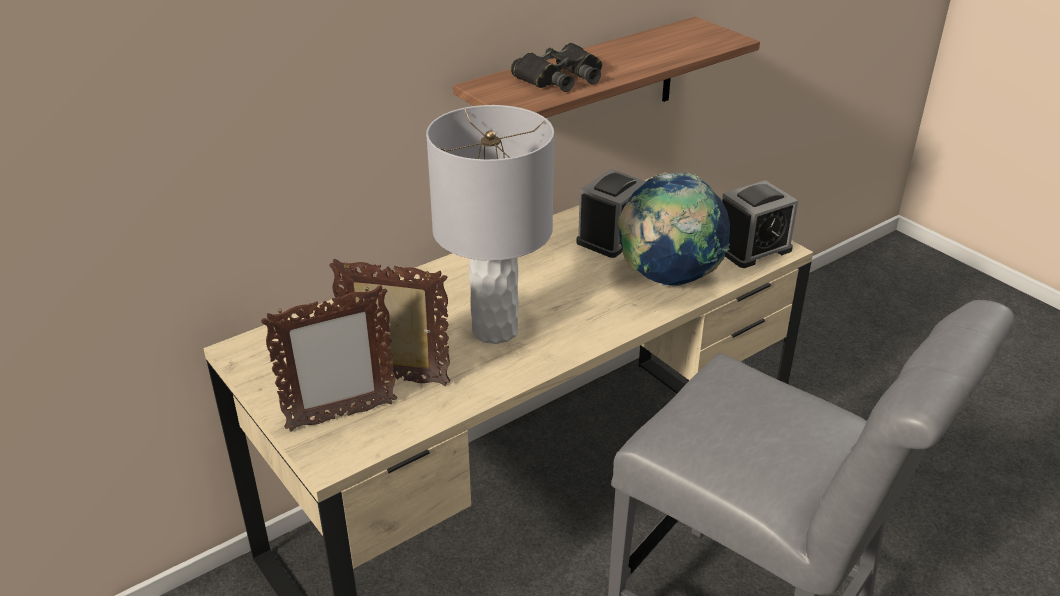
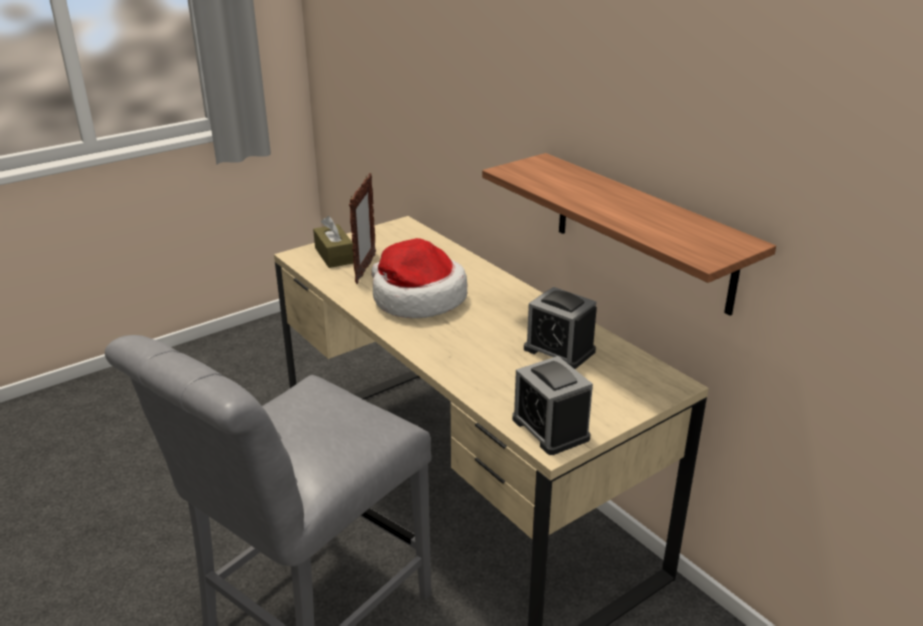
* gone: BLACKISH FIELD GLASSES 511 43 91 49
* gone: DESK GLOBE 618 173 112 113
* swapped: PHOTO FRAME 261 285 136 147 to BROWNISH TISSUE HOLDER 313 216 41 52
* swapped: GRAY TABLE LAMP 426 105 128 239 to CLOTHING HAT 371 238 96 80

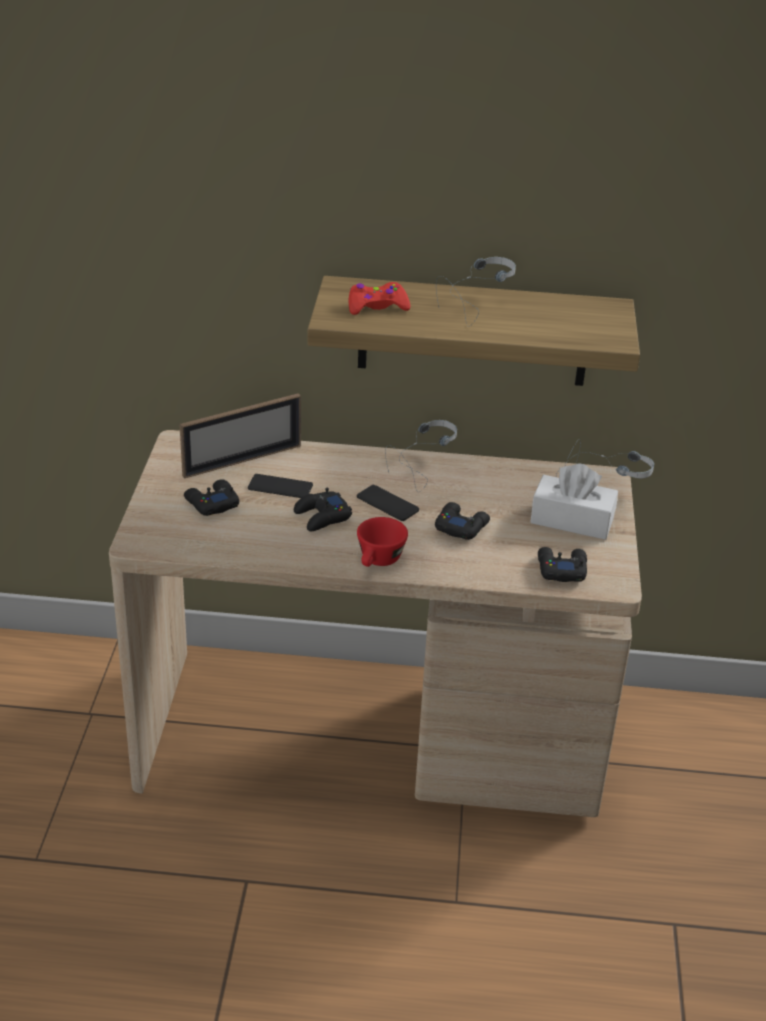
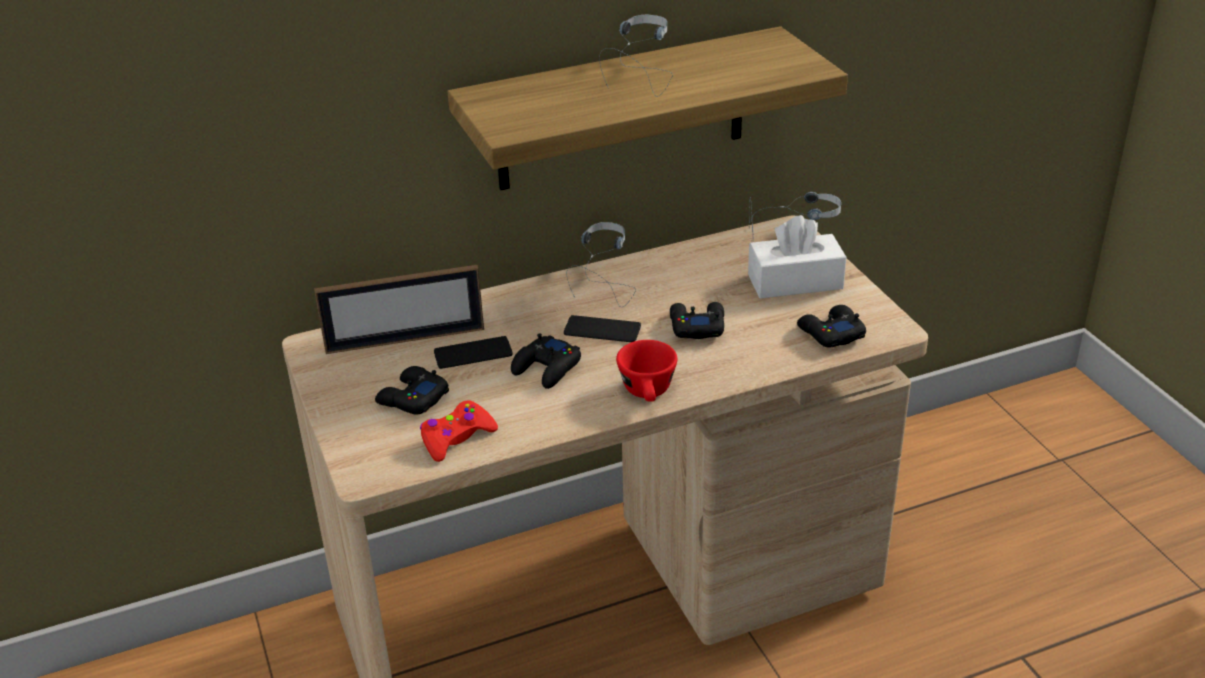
* shifted: REDDISH JOYPAD 349 282 61 33 to 420 400 78 62
* rotated: PHOTO FRAME 179 393 122 86 = 314 265 170 89 45 degrees clockwise

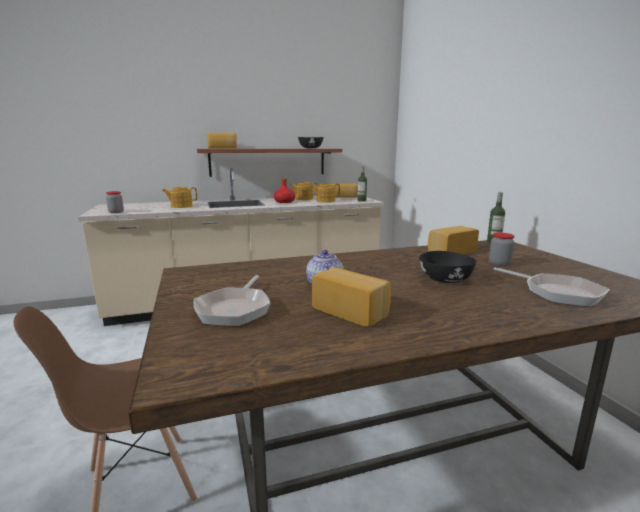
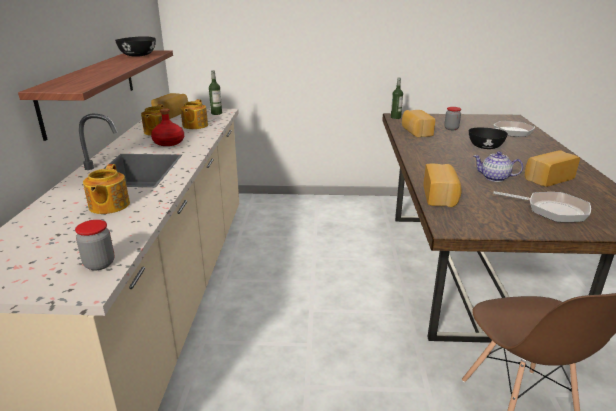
* shifted: BREAD 207 133 30 16 to 423 164 39 43

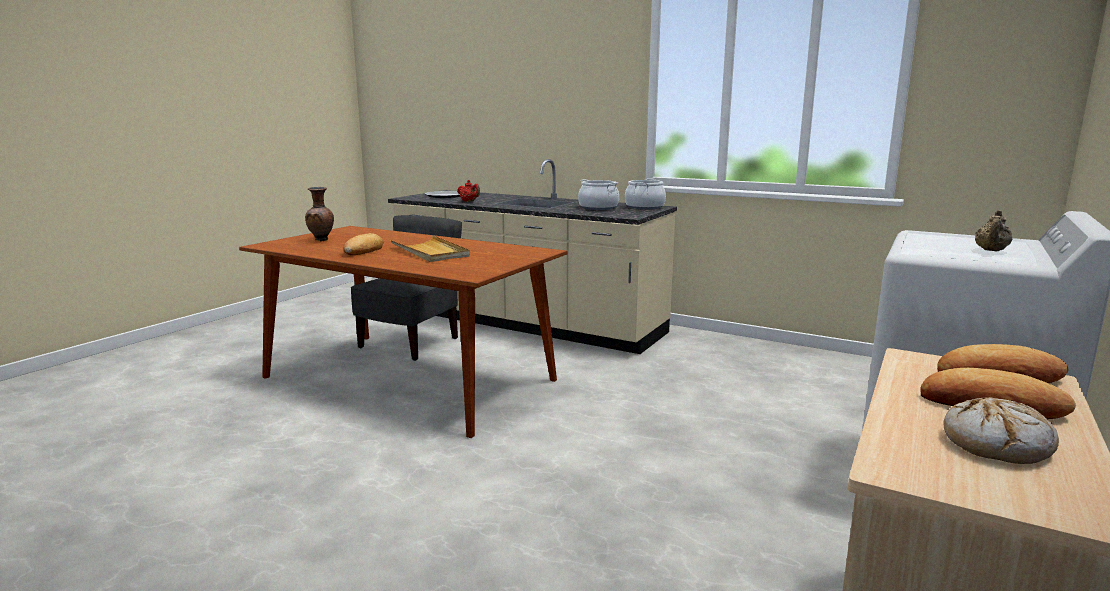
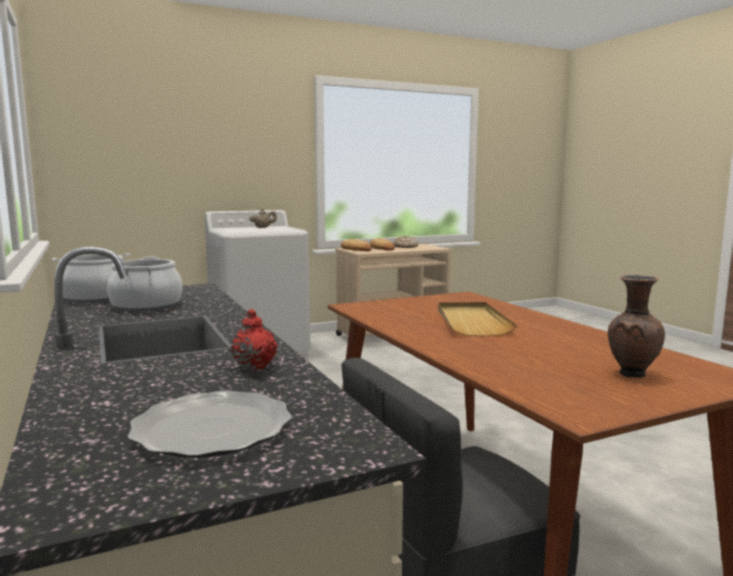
* gone: BREAD 343 233 41 22

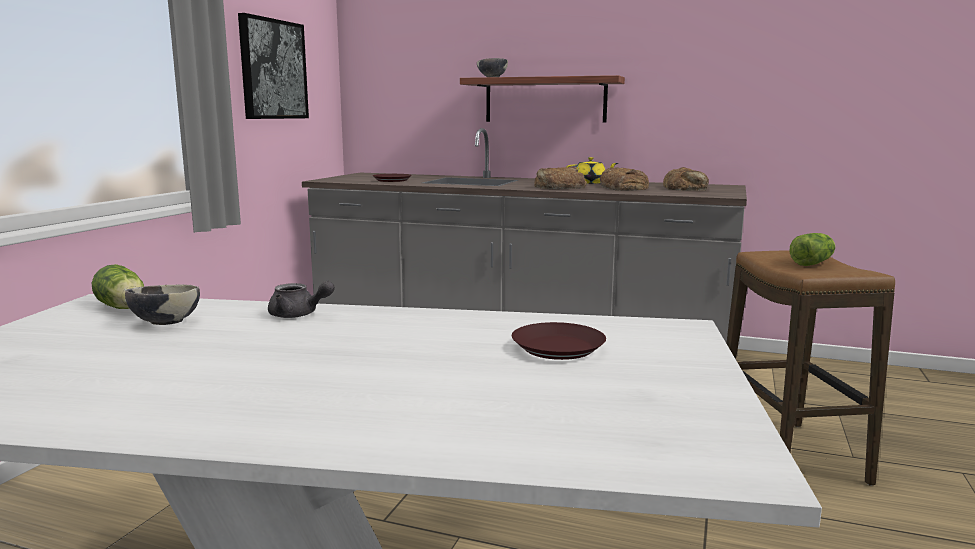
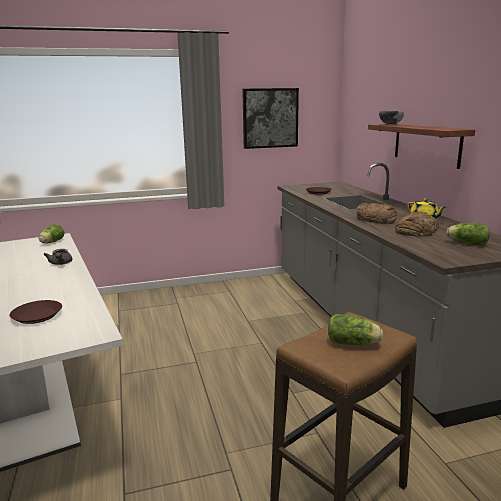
* gone: SERVING BOWL 125 284 75 41
* swapped: BREAD 663 167 46 24 to HEAD OF LETTUCE 446 223 43 23

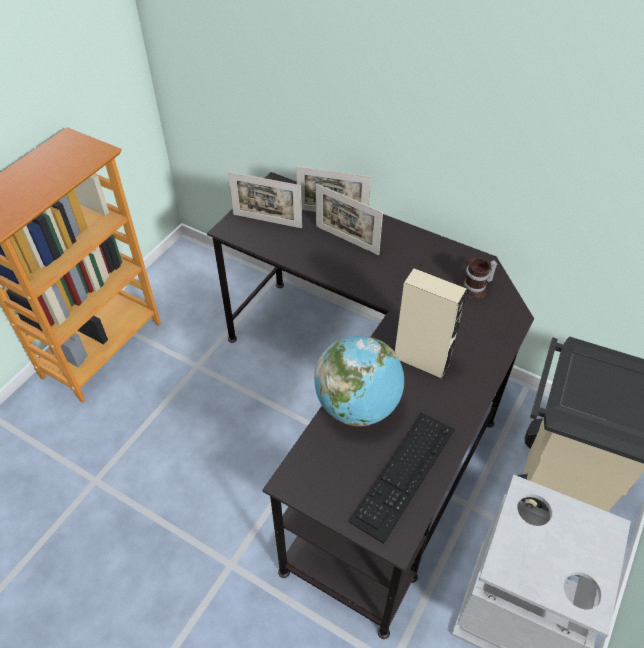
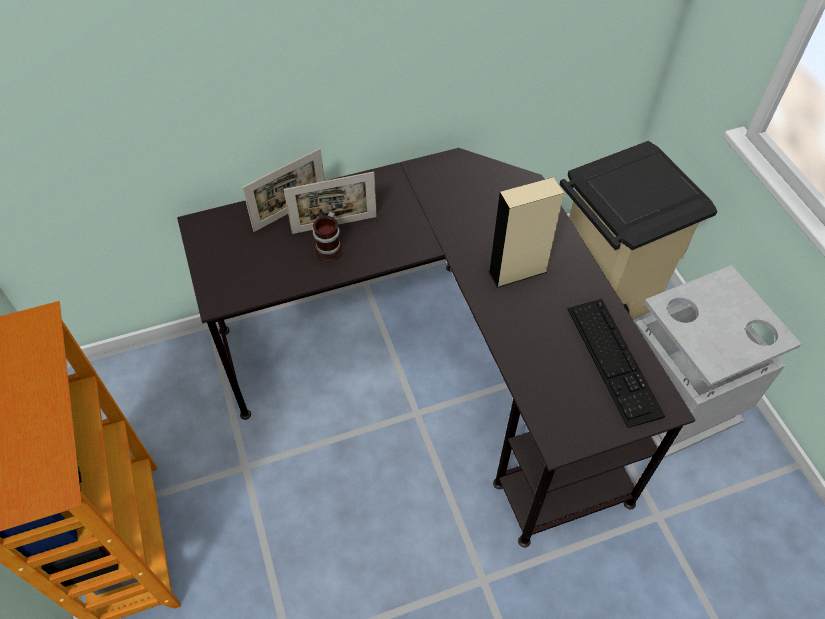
* gone: PHOTO FRAME 228 172 74 56
* gone: DESK GLOBE 314 336 90 90
* shifted: TEA MUG 461 257 36 42 to 313 212 30 50

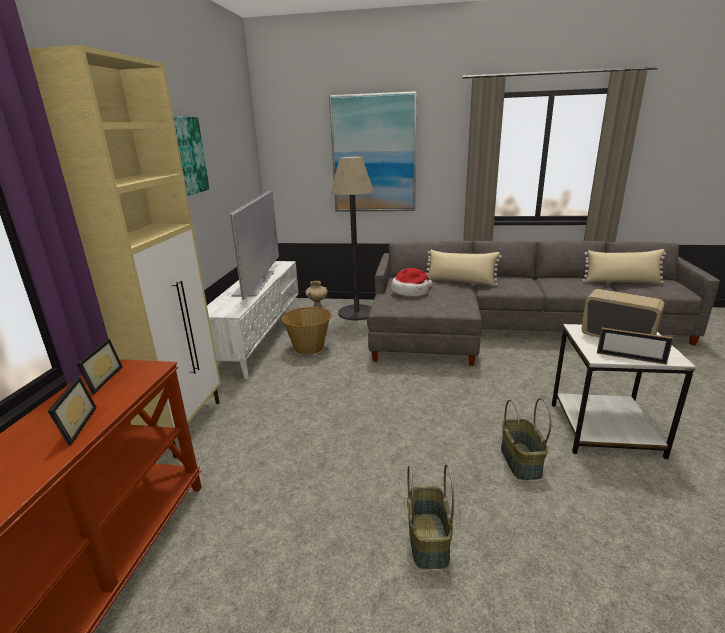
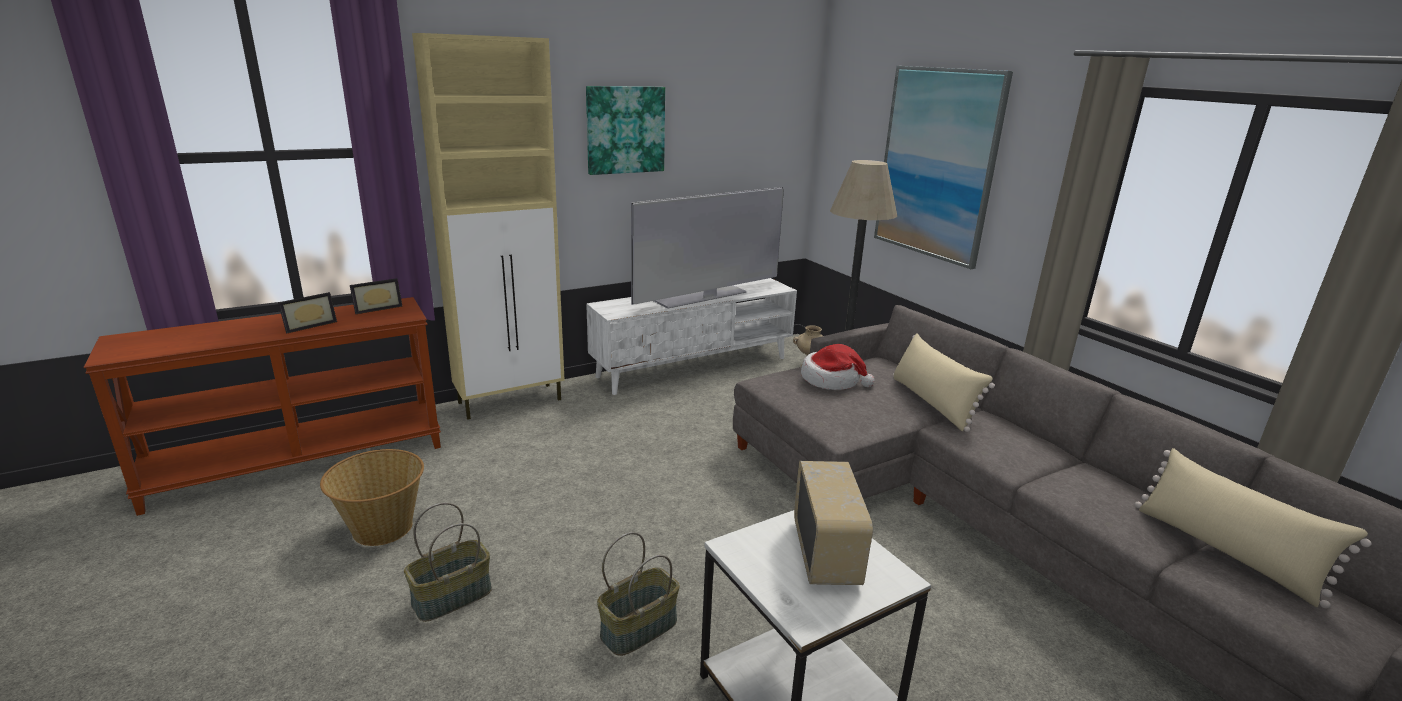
* gone: PHOTO FRAME 597 328 76 37
* shifted: HOUSEHOLD BASKET 282 307 50 48 to 320 449 104 97

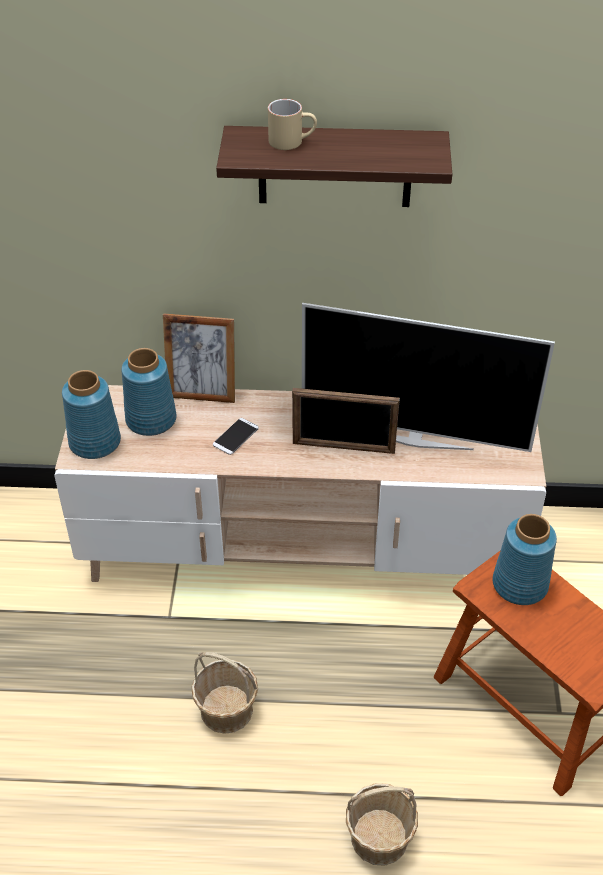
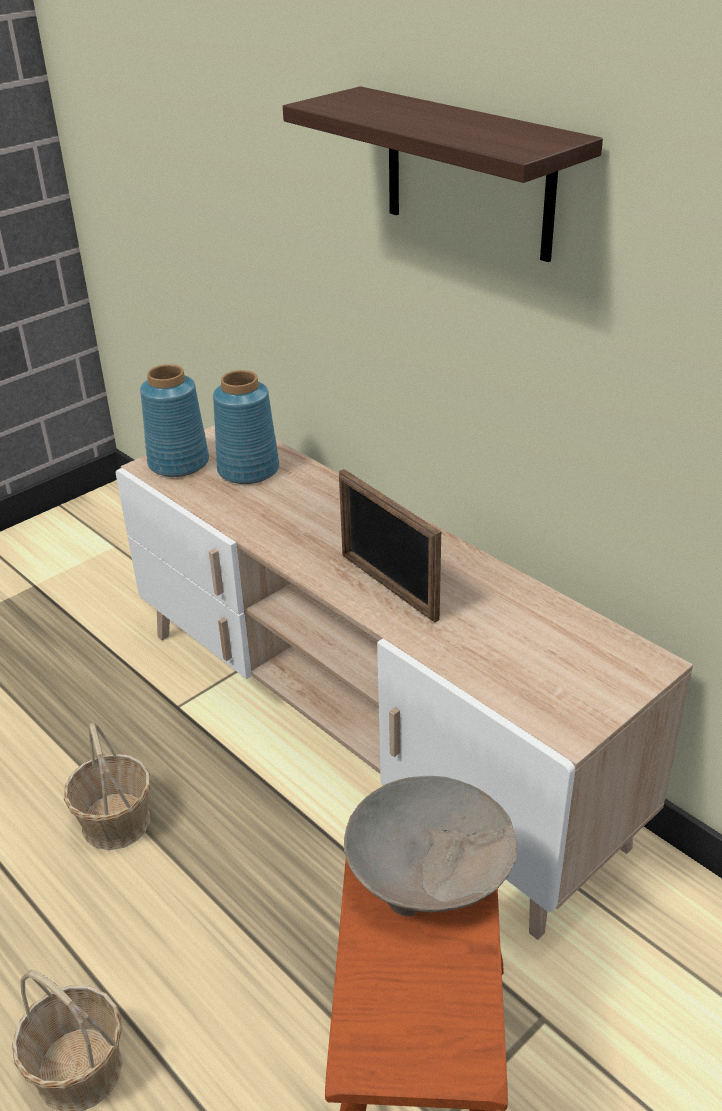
* gone: PHOTO FRAME 163 313 72 90
* gone: HANDSET 213 418 46 37
* gone: SAND-COLOURED TEA MUG 268 99 49 51
* gone: TV SET 302 303 253 149
* swapped: BLUE VASE 493 514 64 91 to SAND-COLOURED SERVING BOWL 344 776 173 140

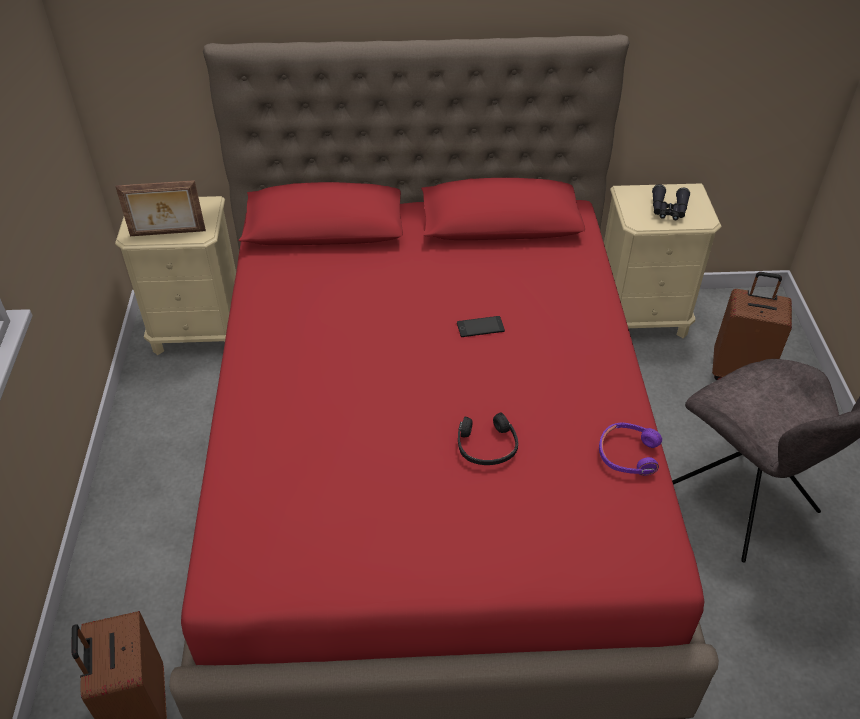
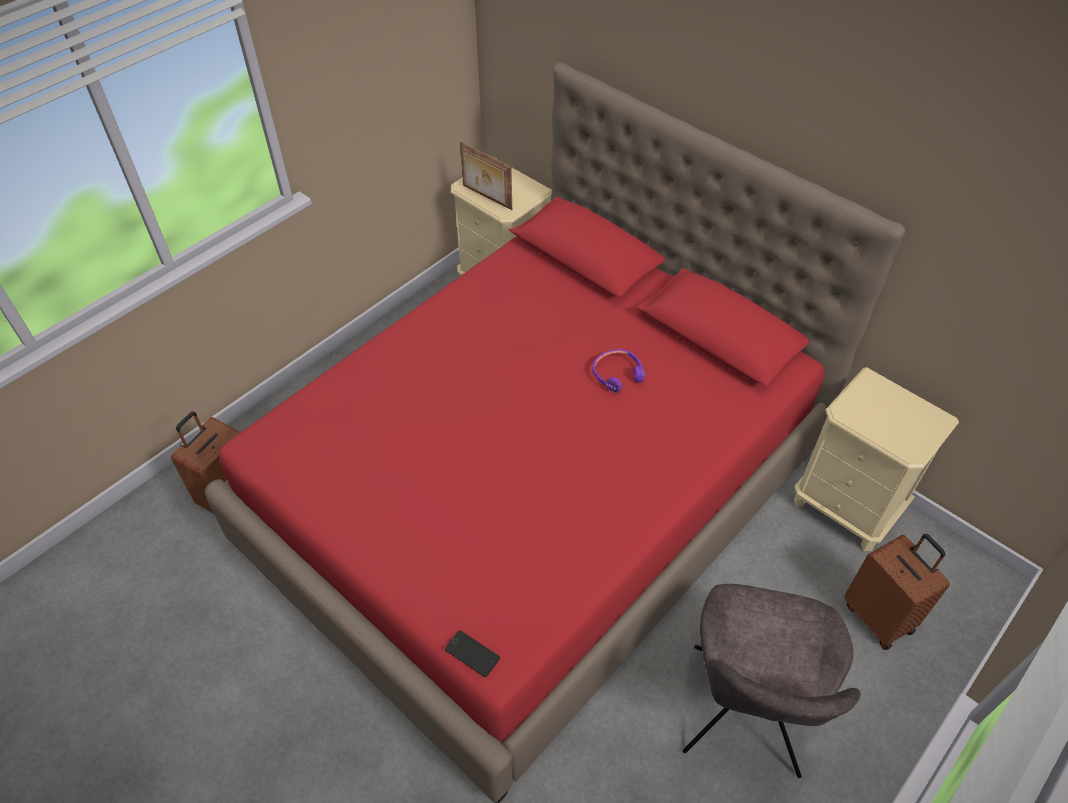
* gone: BLACKISH HEADPHONES 458 412 60 53
* gone: BLACKISH FIELD GLASSES 652 184 38 36
* shifted: HANDSET 457 316 48 21 to 445 630 55 47
* shifted: PURPLE HEADPHONES 599 422 63 54 to 593 349 52 44

